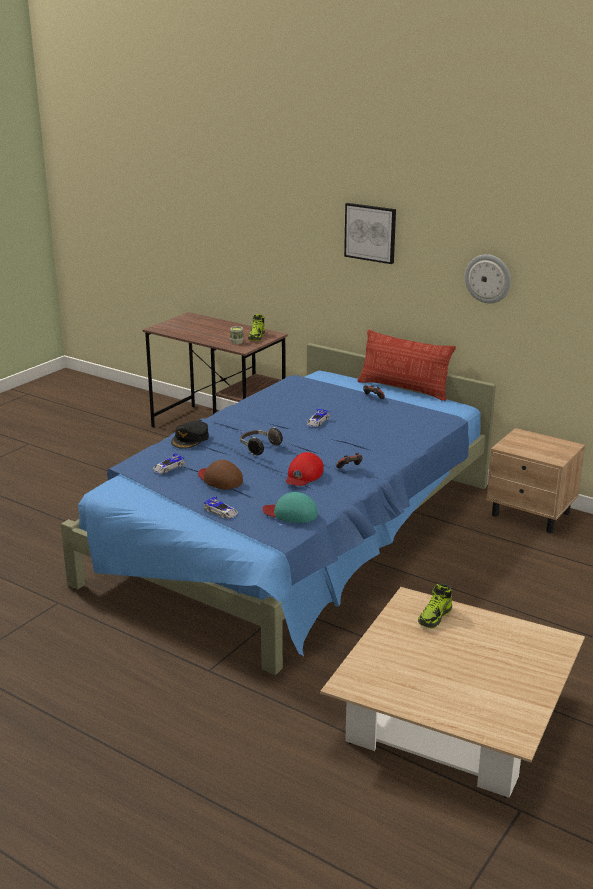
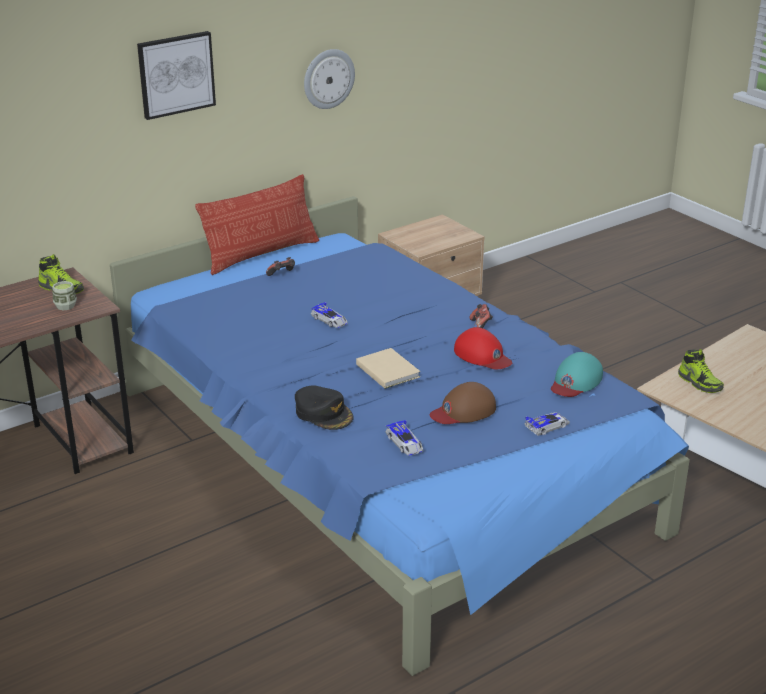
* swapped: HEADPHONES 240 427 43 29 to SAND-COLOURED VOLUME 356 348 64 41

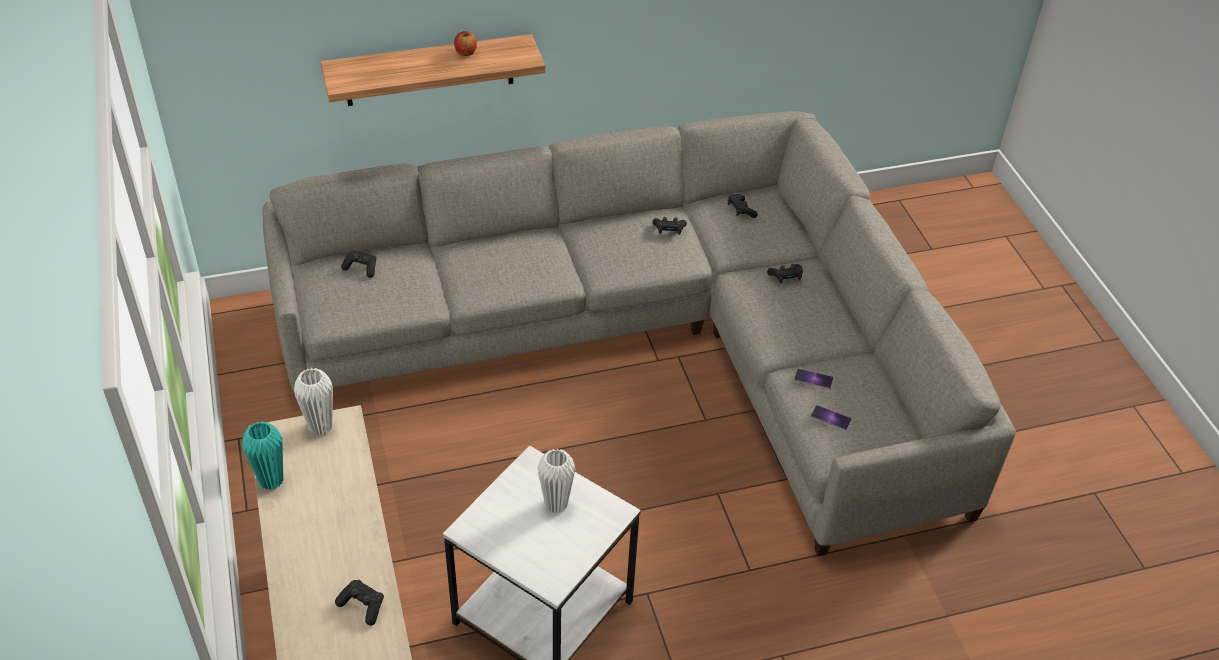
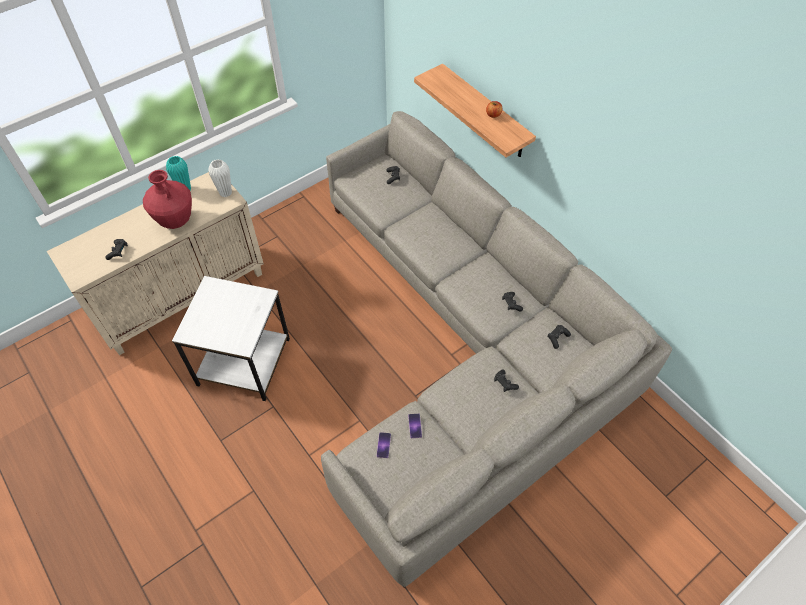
* gone: WHITE VASE 538 449 37 64
* new: REDDISH VASE 143 170 49 59

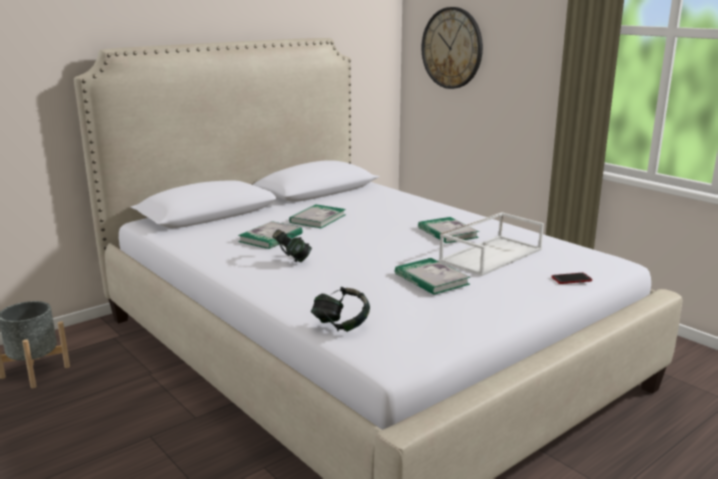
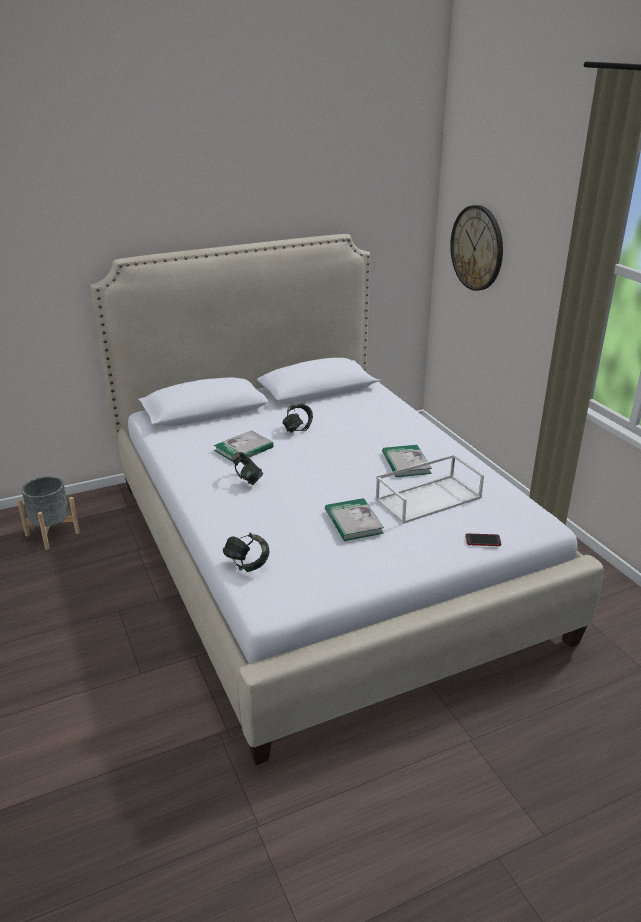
* swapped: VOLUME 289 205 57 23 to HEADPHONES 282 403 31 30

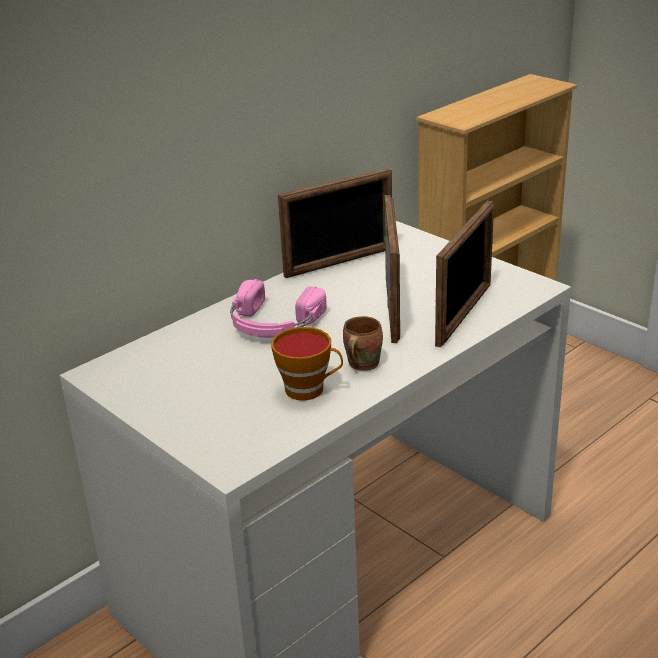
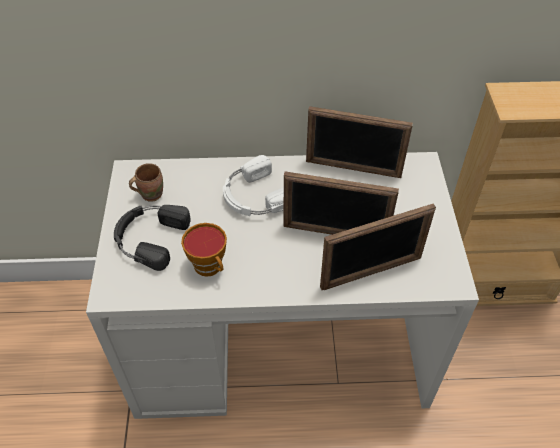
* new: BLACKISH HEADPHONES 114 205 77 66
* shifted: BROWNISH TEA MUG 343 316 40 55 to 129 163 34 39
* repainted: PINK-COLOURED HEADPHONES 230 279 97 59 to WHITE HEADPHONES 223 155 61 61
* rotated: PHOTO FRAME 384 195 16 148 = 283 172 116 63 60 degrees clockwise

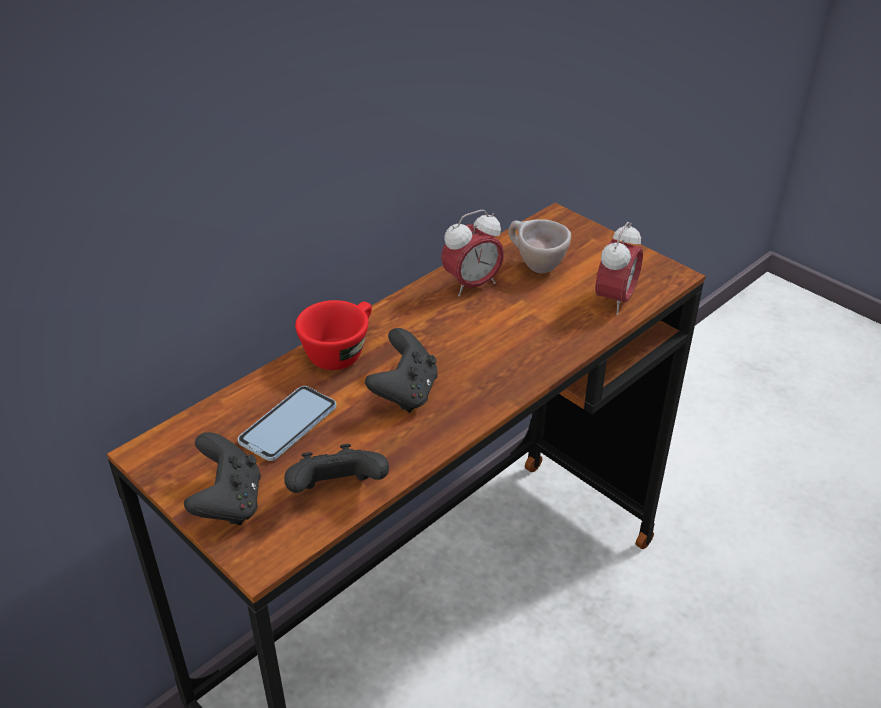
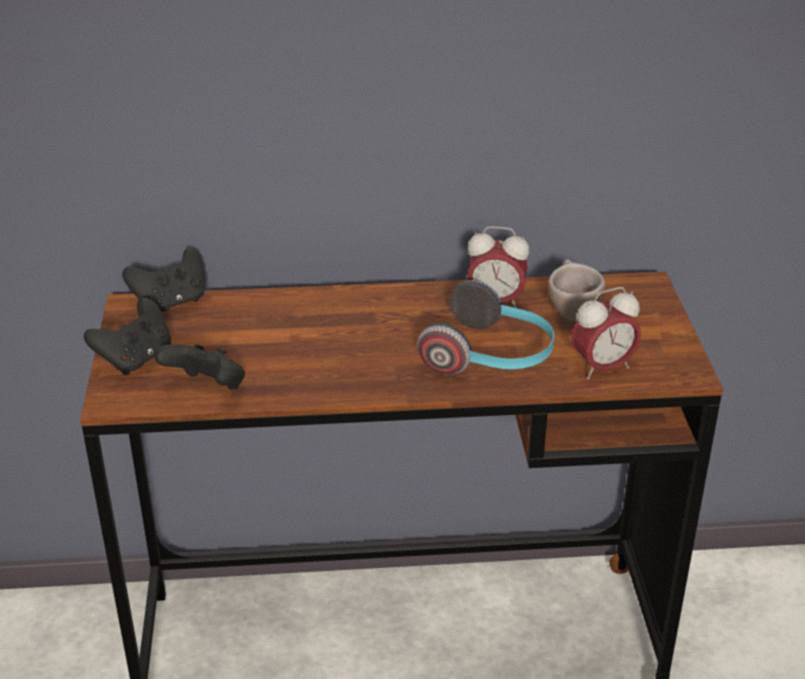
* gone: HANDSET 238 386 98 75
* gone: REDDISH DRINKING CUP 295 300 77 70
* new: HEADPHONES 417 280 137 95
* shifted: BLACKISH JOYPAD 365 328 73 85 to 122 248 83 64

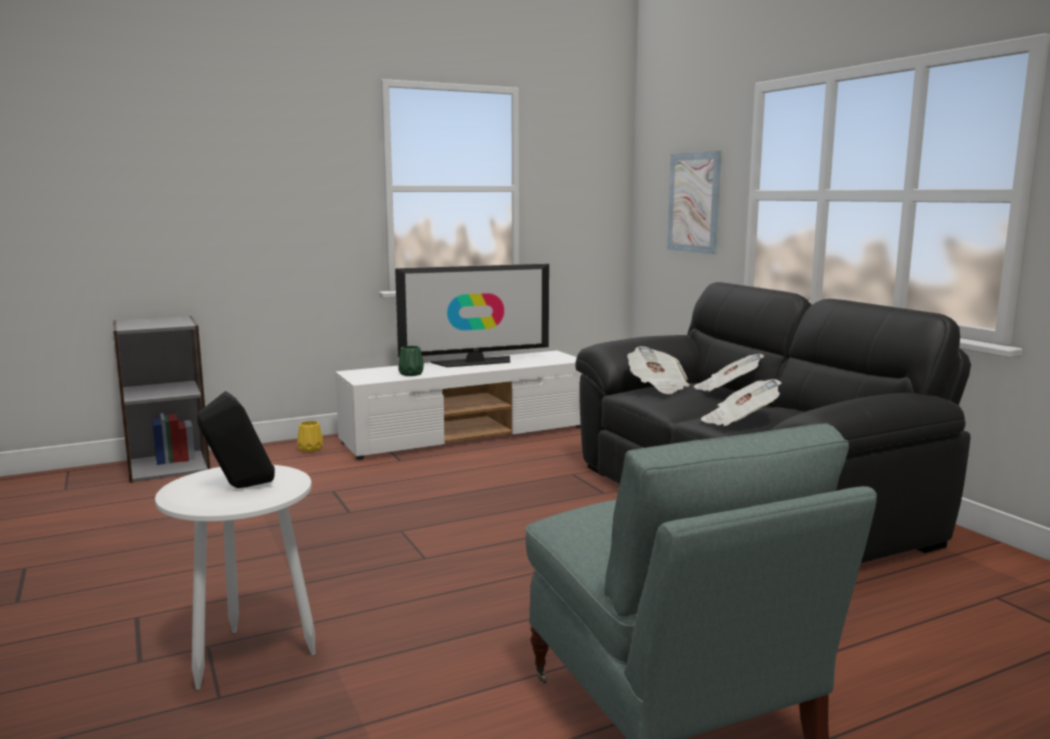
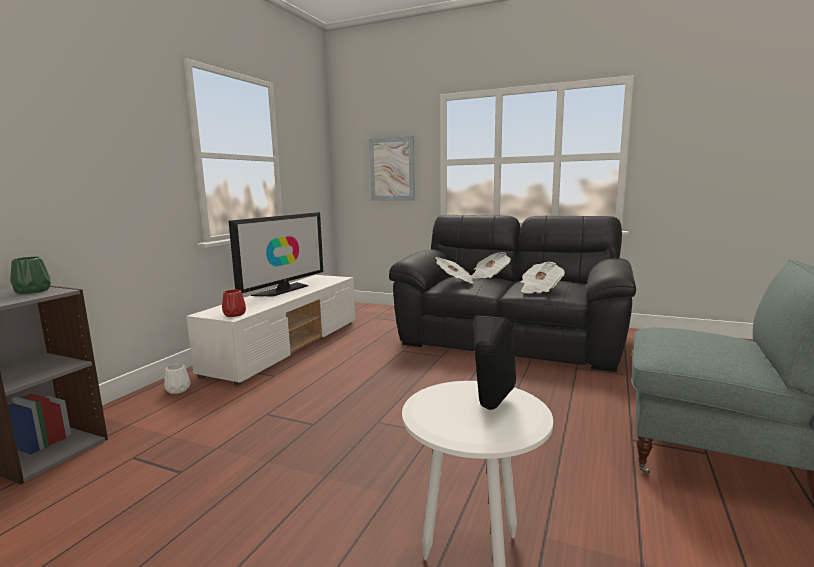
* new: REDDISH VASE 222 290 24 27
* shifted: GREEN VASE 398 346 26 30 to 10 257 41 37
* repainted: YELLOW-COLOURED VASE 297 421 26 31 to WHITE VASE 164 364 26 30

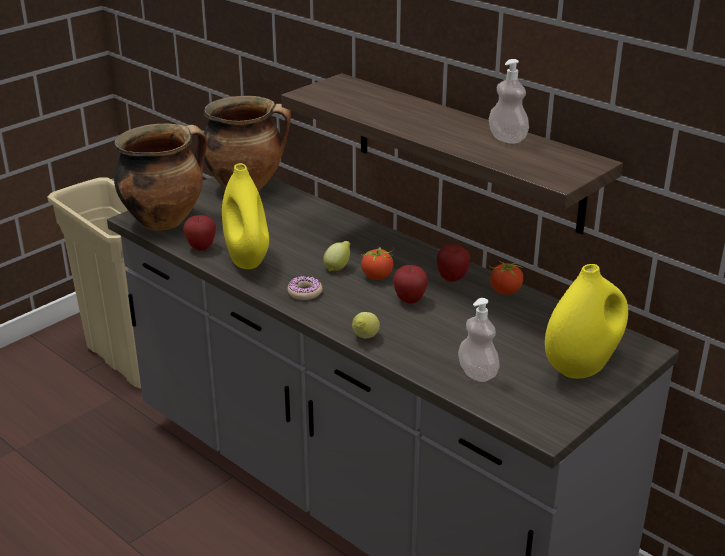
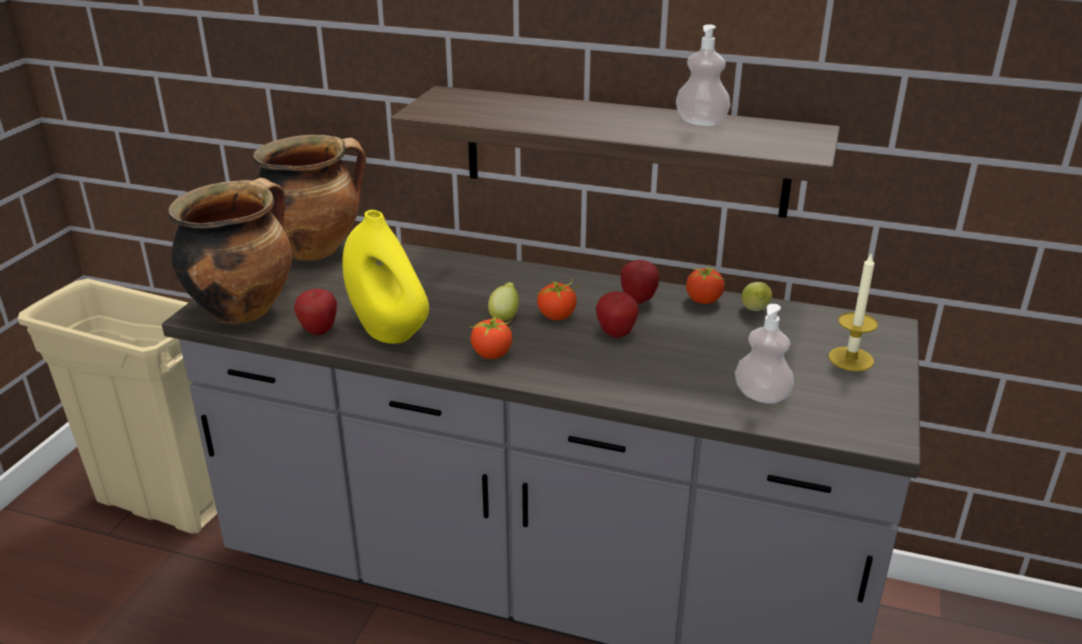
* shifted: CITRUS FRUIT 352 312 28 27 to 742 282 30 29
* swapped: DONUT 287 276 35 24 to TOMATO 470 315 43 44
* swapped: YELLOW-COLOURED VASE 545 264 83 115 to CANDLE 829 252 49 119

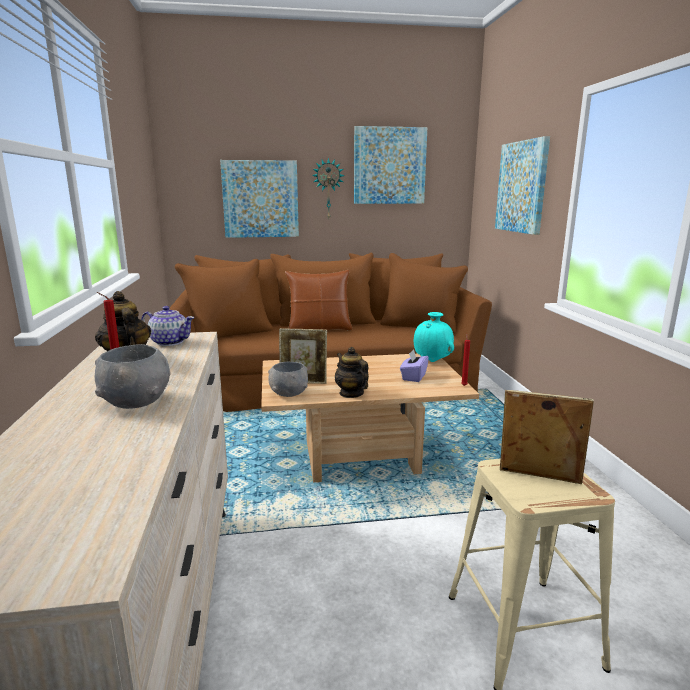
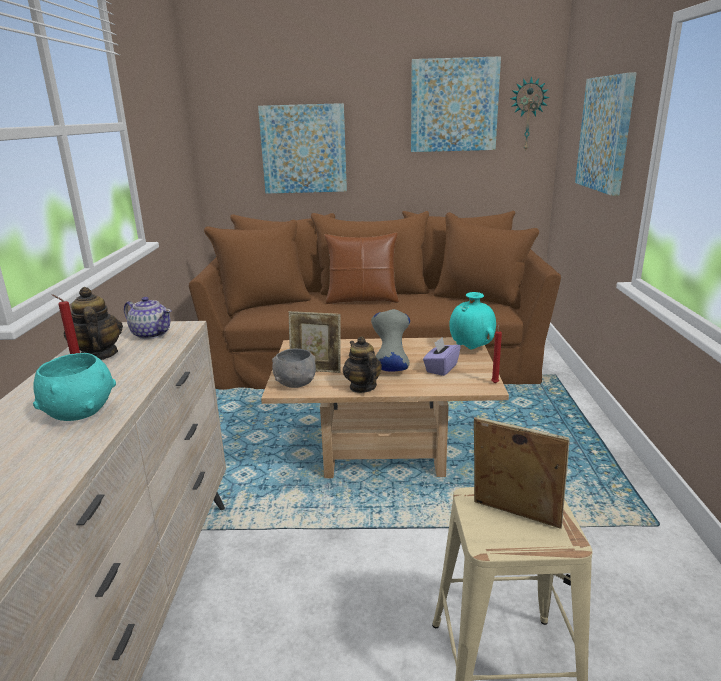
* new: GRAY VASE 371 309 39 63
* shifted: HANGING CLOCK 312 158 33 61 to 510 76 40 76
* repainted: GRAY SERVING BOWL 94 344 77 65 to TURQUOISE SERVING BOWL 33 353 83 68

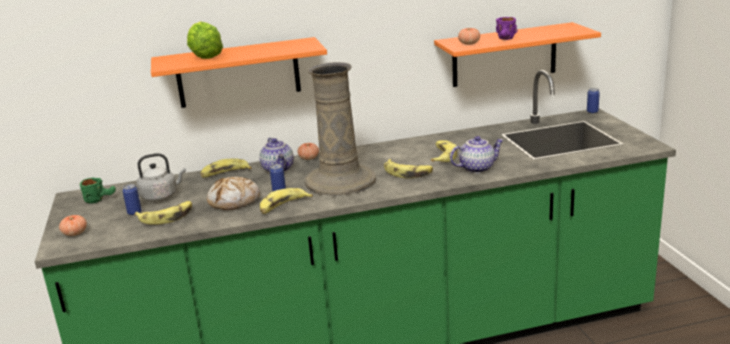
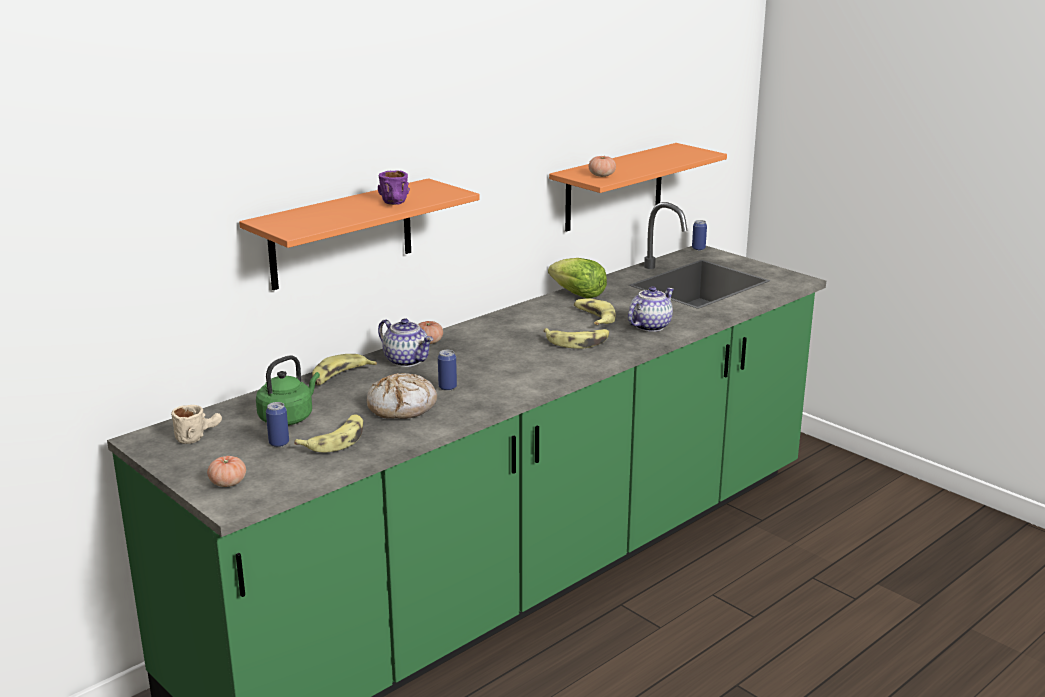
* gone: BANANA FRUIT 260 188 53 26
* gone: SAND-COLOURED VASE 305 62 71 134
* shifted: HEAD OF LETTUCE 187 21 36 38 to 548 258 59 41
* shifted: PURPLE TEA MUG 496 17 22 23 to 378 171 32 34
* repainted: GREEN TEA MUG 80 178 36 26 to SAND-COLOURED TEA MUG 171 405 51 39
* repainted: GRAY TEA KETTLE 136 153 50 49 to GREEN TEA KETTLE 256 355 64 70

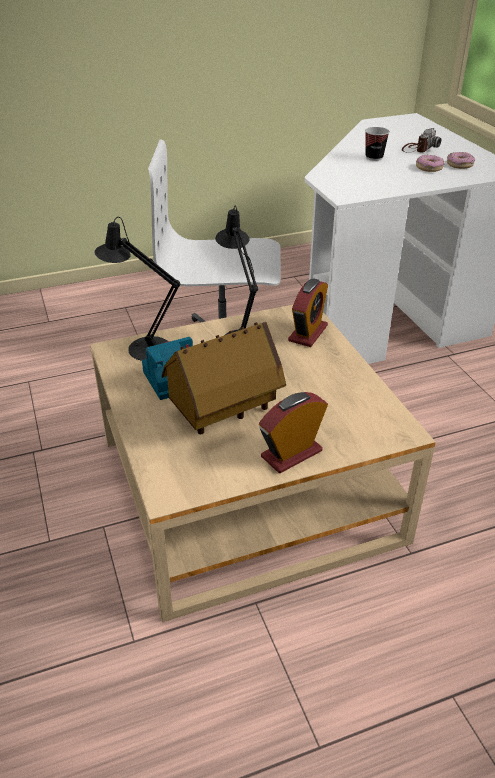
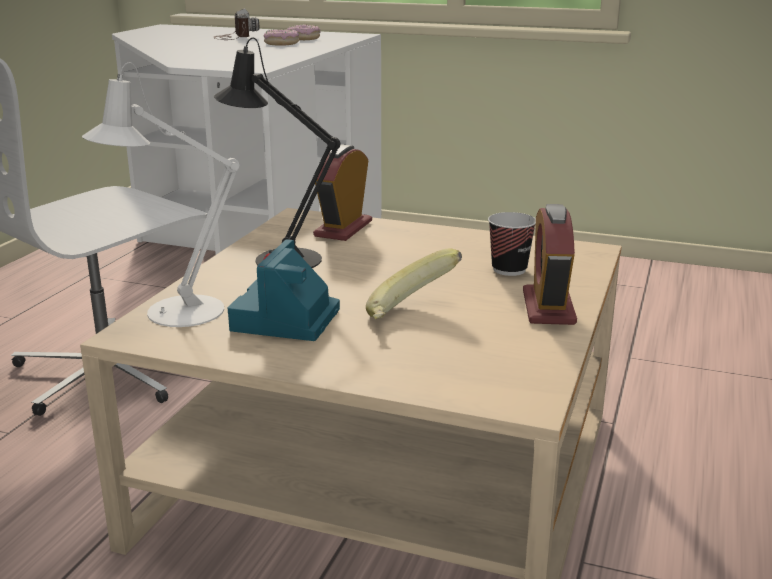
* shifted: DRINKING CUP 365 127 25 34 to 488 212 48 64
* swapped: MINIATURE HOUSE 162 322 124 112 to BANANA FRUIT 366 249 96 70
* repainted: BLACKISH TABLE LAMP 94 217 86 144 to WHITE TABLE LAMP 82 62 157 265
* rotated: ALARM CLOCK 288 278 40 69 = 313 144 59 97 135 degrees counterclockwise

